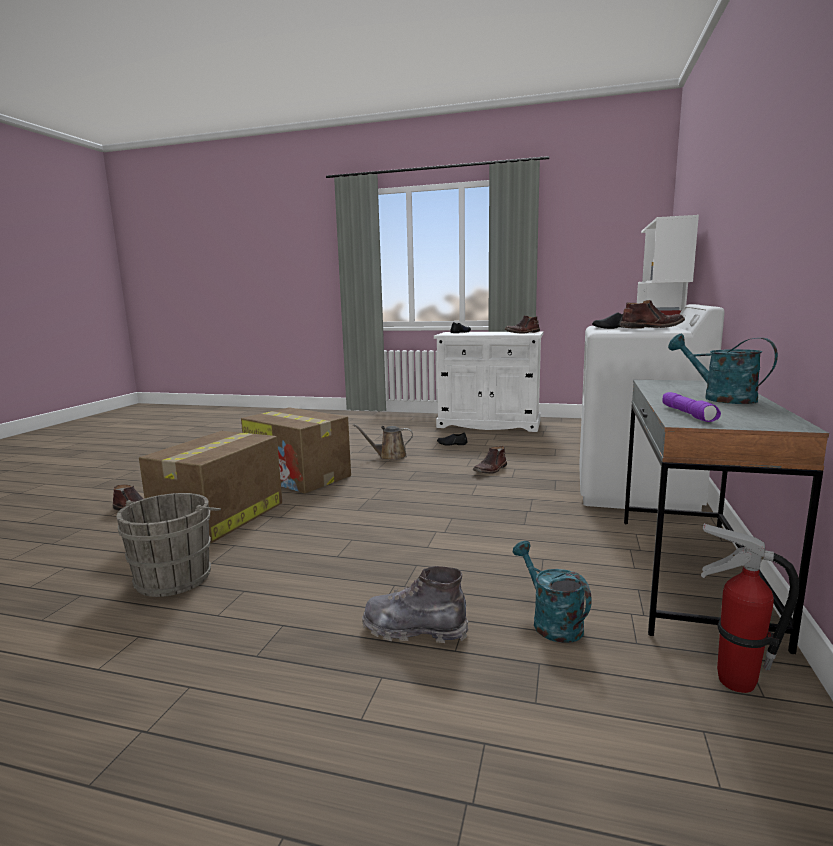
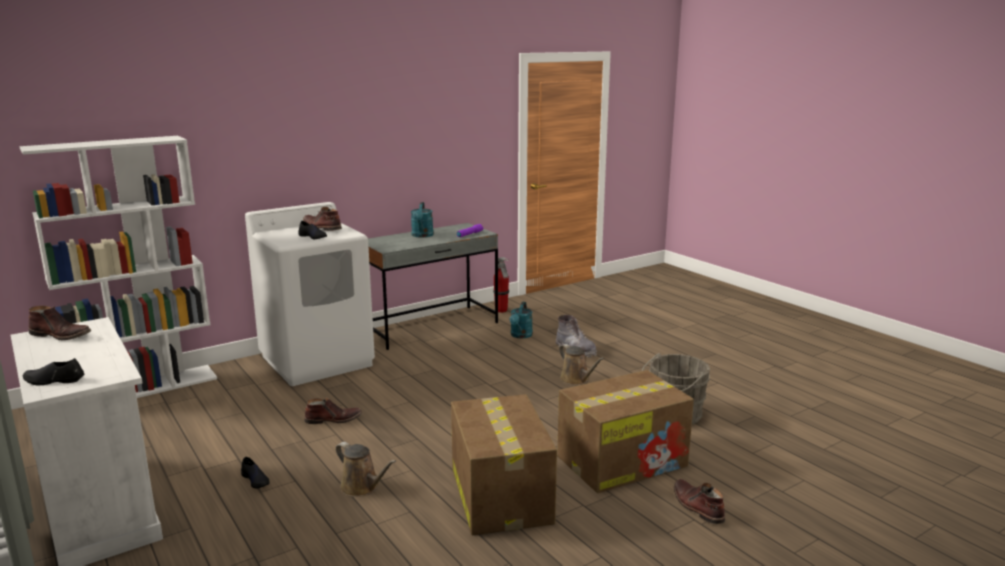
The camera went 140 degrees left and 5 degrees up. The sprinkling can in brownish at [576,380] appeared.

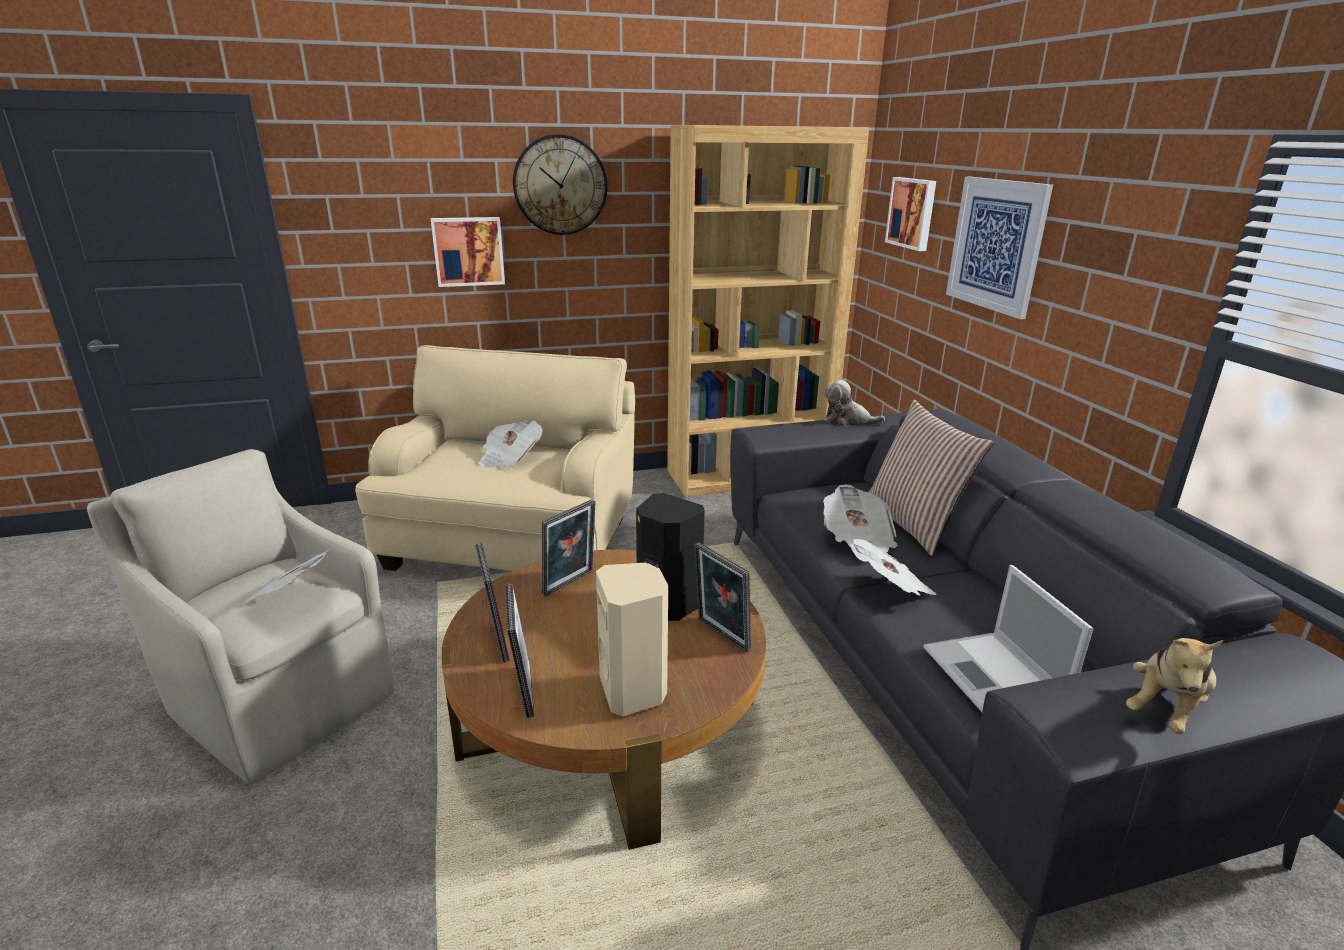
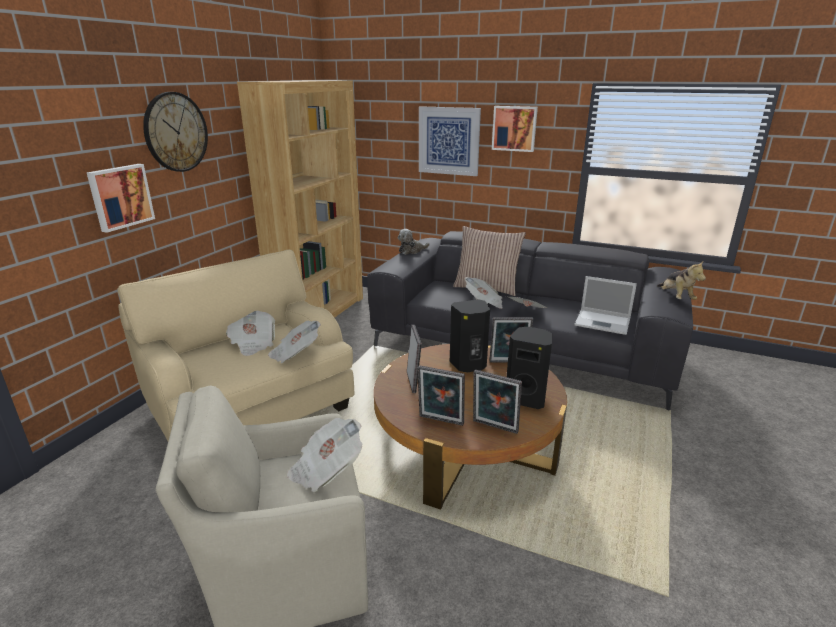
The camera went 50 degrees left and 0 degrees up. The printed paper at [295,353] appeared. The wall picture moved from [912,213] to [514,128]. The loudspeaker in beige-coloured at [634,691] became the loudspeaker in blackish at [526,398].

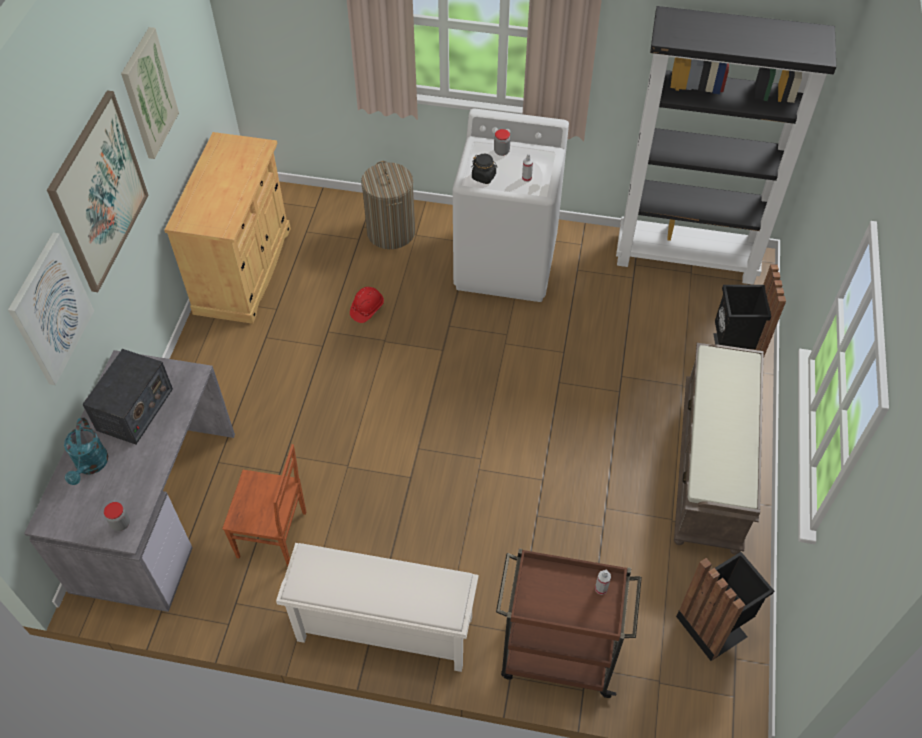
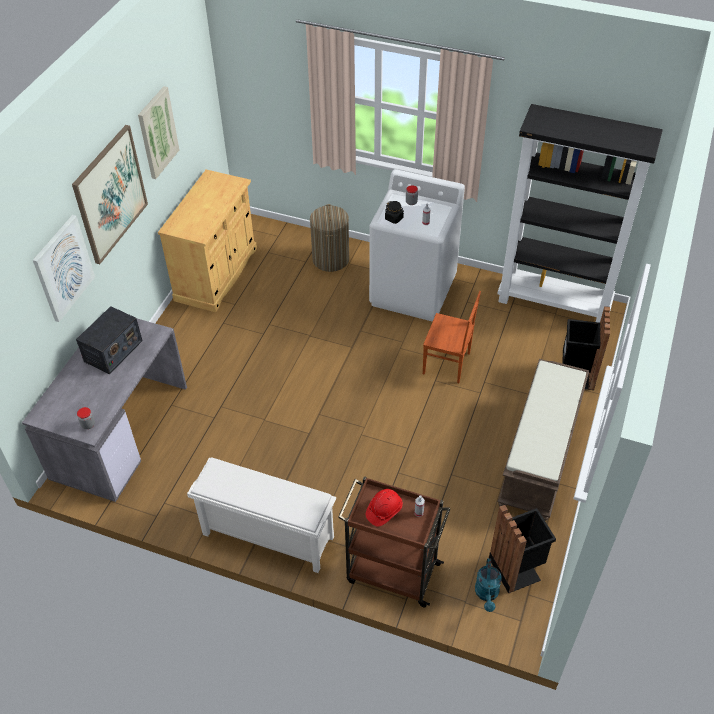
The camera went 10 degrees right and 5 degrees down. The hard hat in red moved from [367,309] to [384,511]. The plain chair in brownish moved from [273,536] to [447,364]. The sprinkling can in blue-green moved from [91,466] to [487,594].

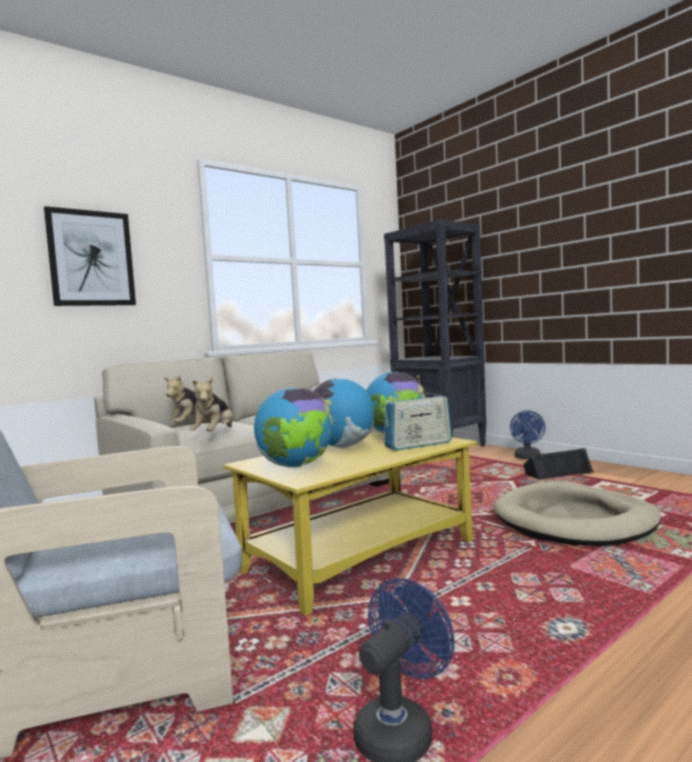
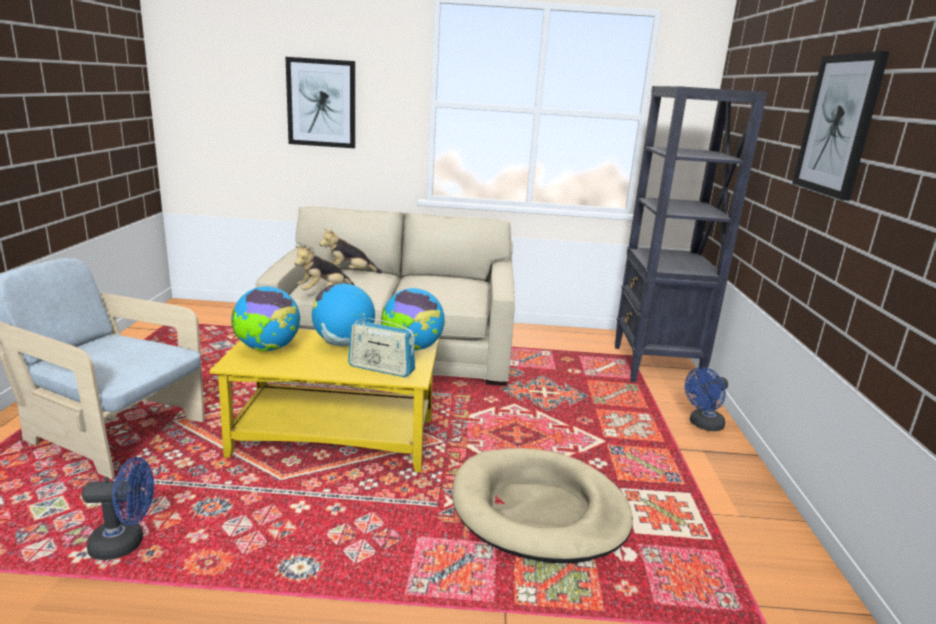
The camera went 40 degrees right and 15 degrees up. The wall picture at [838,125] appeared. The loudspeaker in blackish at [557,473] disappeared.

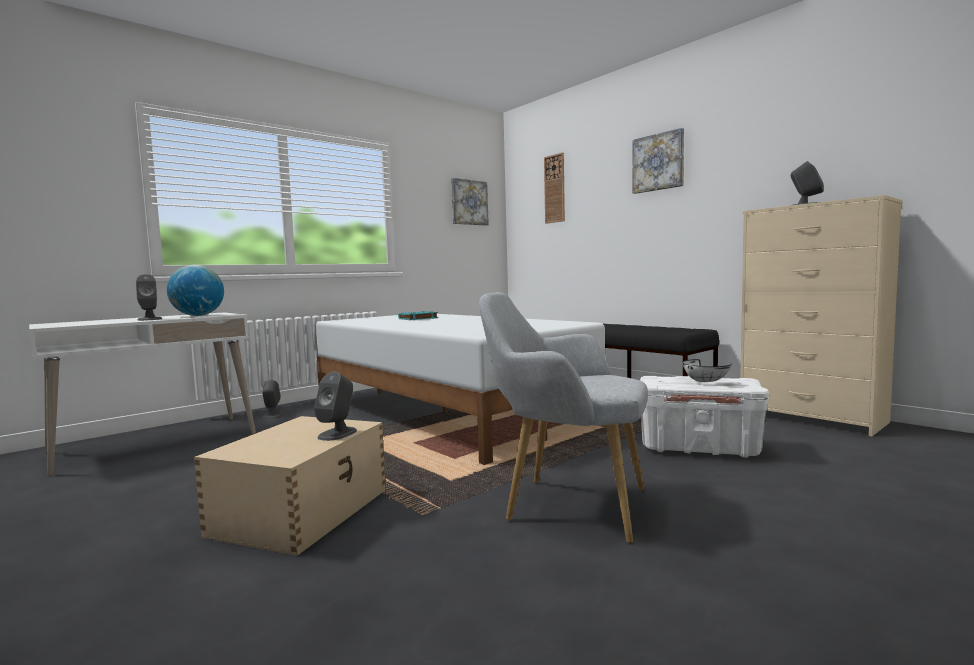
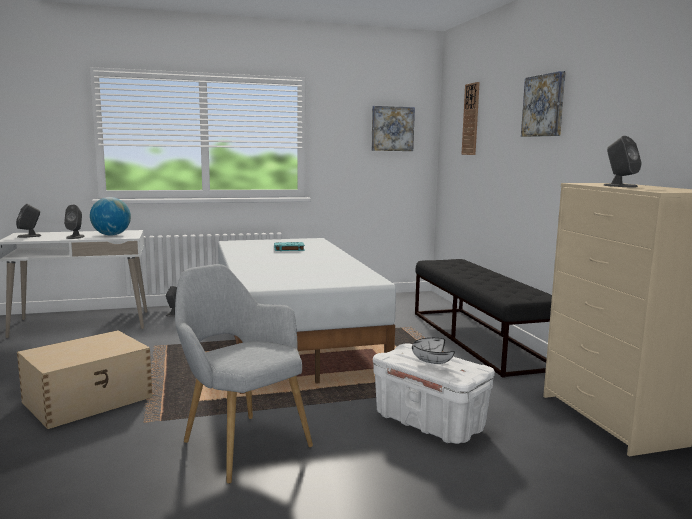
The camera went 25 degrees right and 5 degrees up. The loudspeaker in grey moved from [338,434] to [29,236].

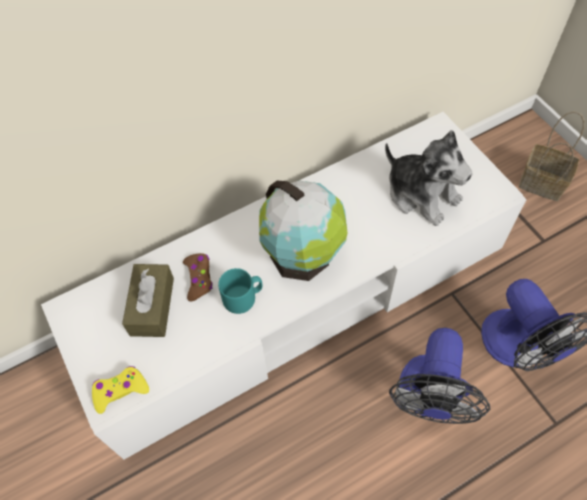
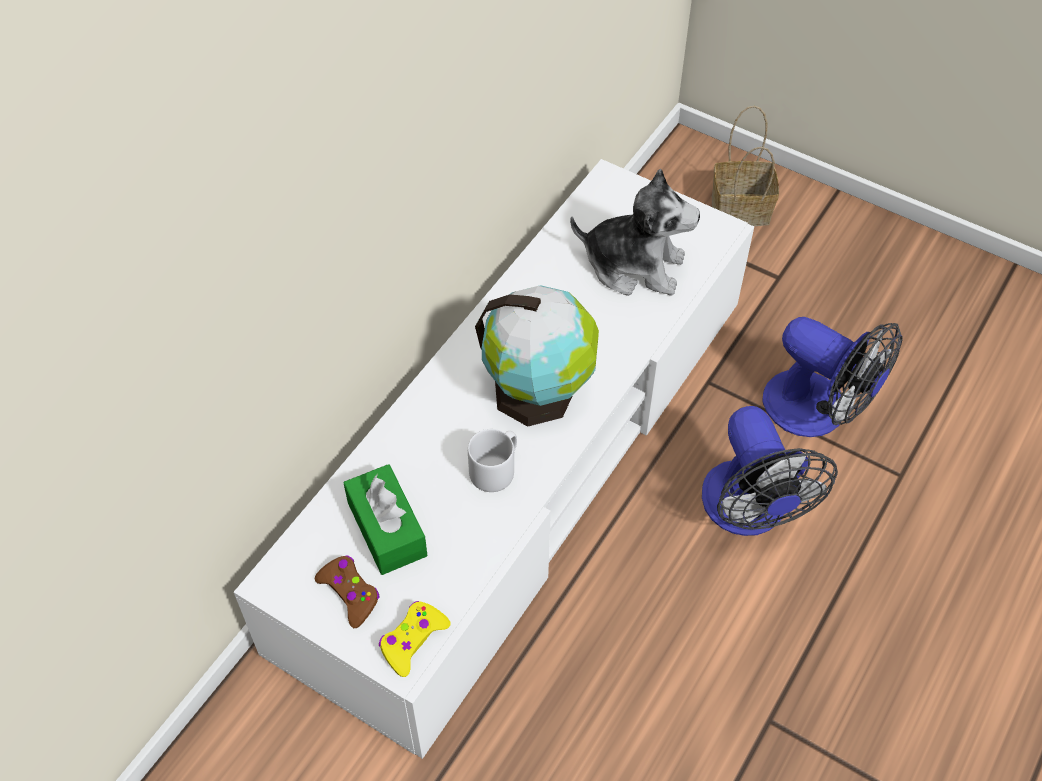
The camera went 30 degrees left and 5 degrees down. The joypad in brownish moved from [199,278] to [350,593]. The tissue box in brownish at [152,306] became the tissue box in green at [387,529]. The coffee mug in blue-green at [243,298] became the coffee mug in white at [496,470].

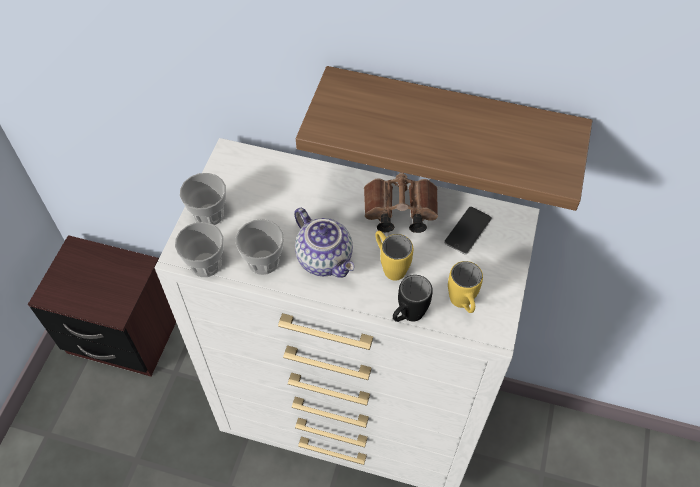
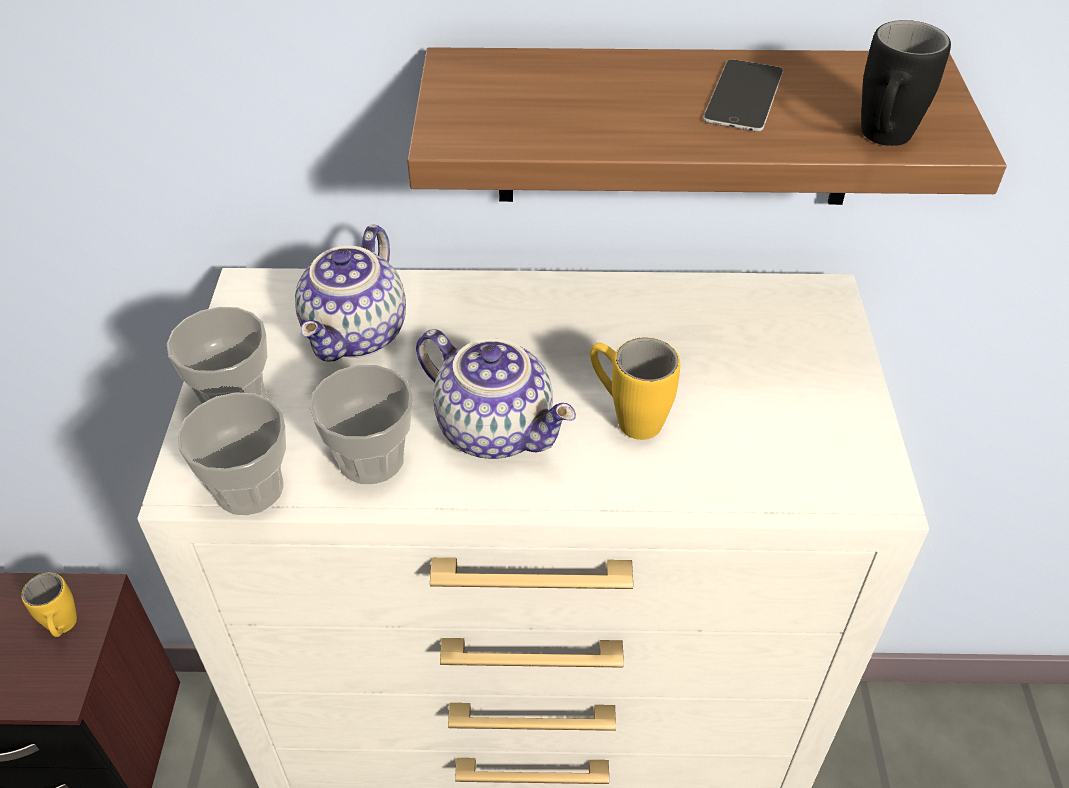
The camera went 15 degrees left and 10 degrees down. The coffee mug in yellow moved from [462,305] to [63,629]. The tea pot at [358,335] appeared. The handset moved from [468,230] to [743,96]. The coffee mug in blackish moved from [407,317] to [882,141]. The field glasses in brownish at [398,212] disappeared.

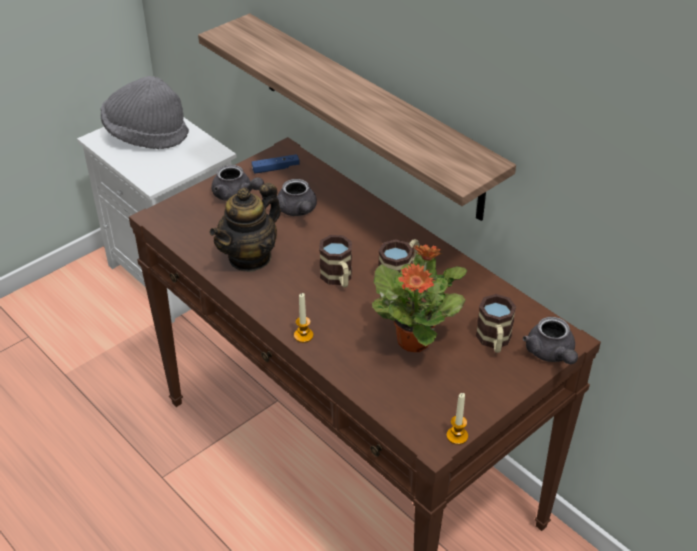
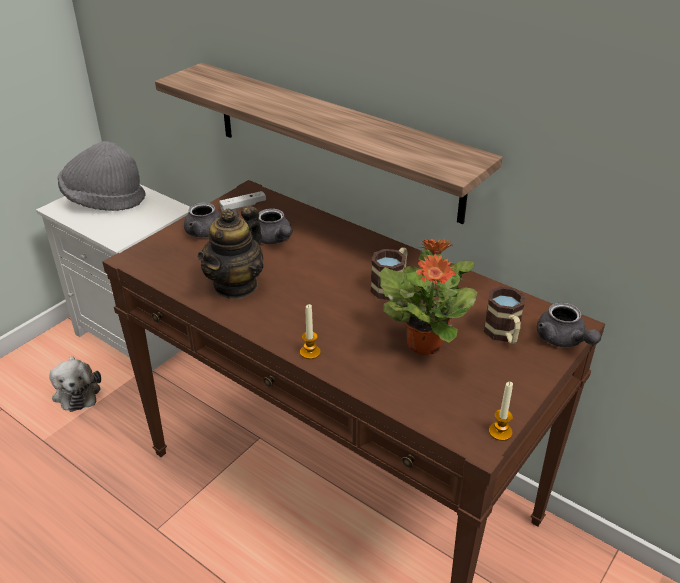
The camera went 10 degrees left and 5 degrees down. The soft toy at [77,391] appeared. The joypad in blue at [275,168] became the joypad in white at [243,206]. The coffee mug at [338,279] disappeared.

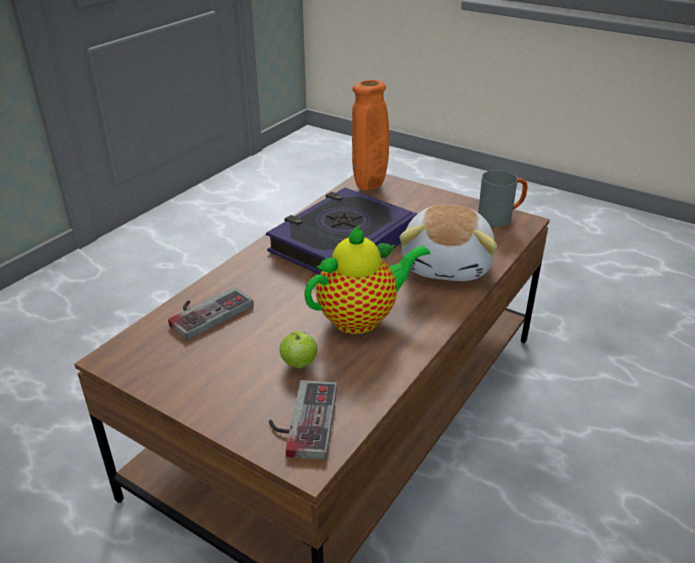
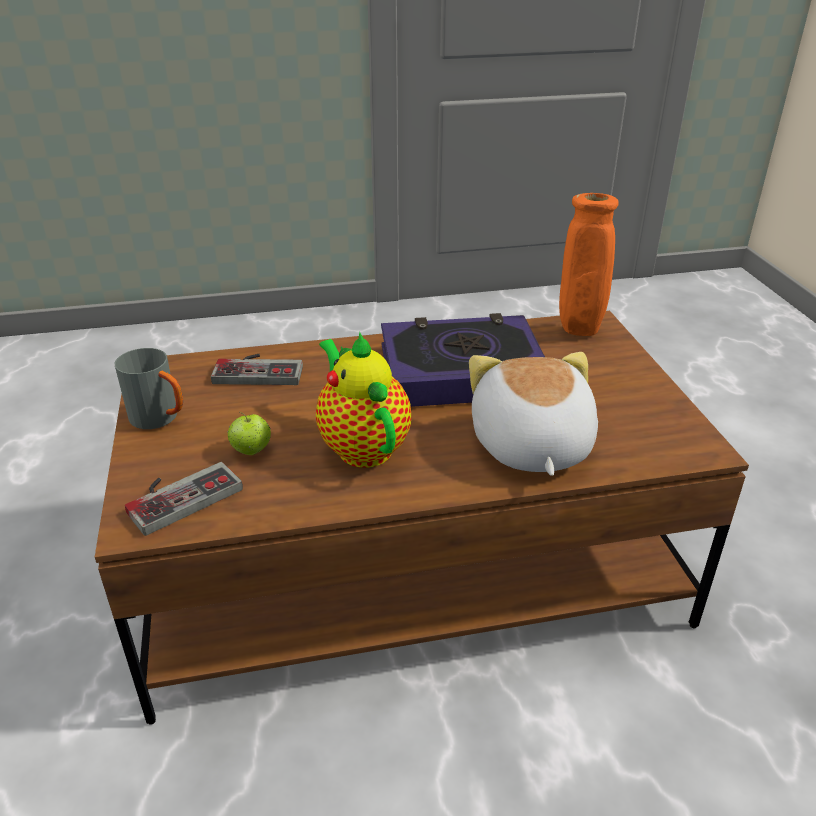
The camera went 45 degrees right and 0 degrees up. The coffee mug in grey moved from [500,218] to [161,419]. The tea pot at [362,318] turned 135 degrees counterclockwise. The soft toy at [448,265] turned 120 degrees clockwise.

